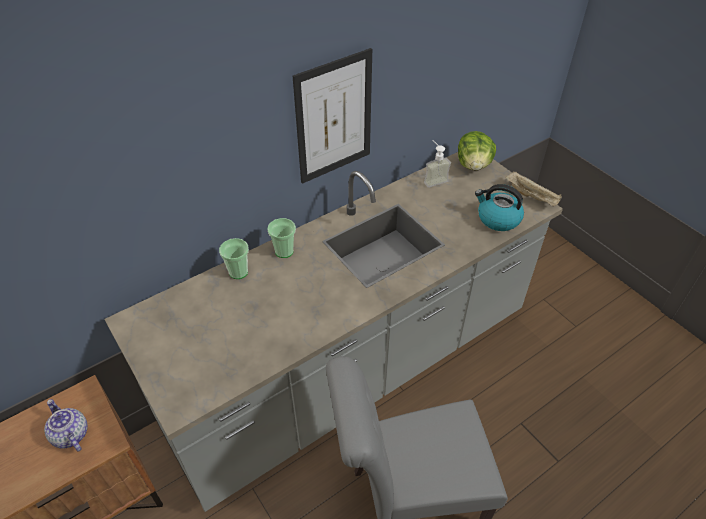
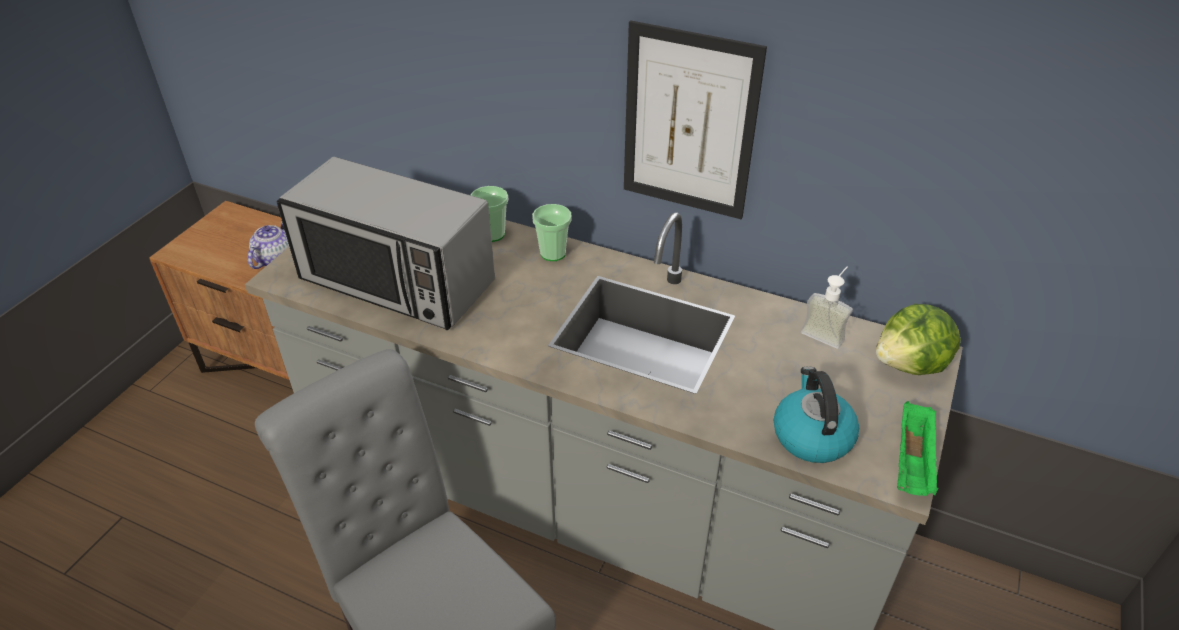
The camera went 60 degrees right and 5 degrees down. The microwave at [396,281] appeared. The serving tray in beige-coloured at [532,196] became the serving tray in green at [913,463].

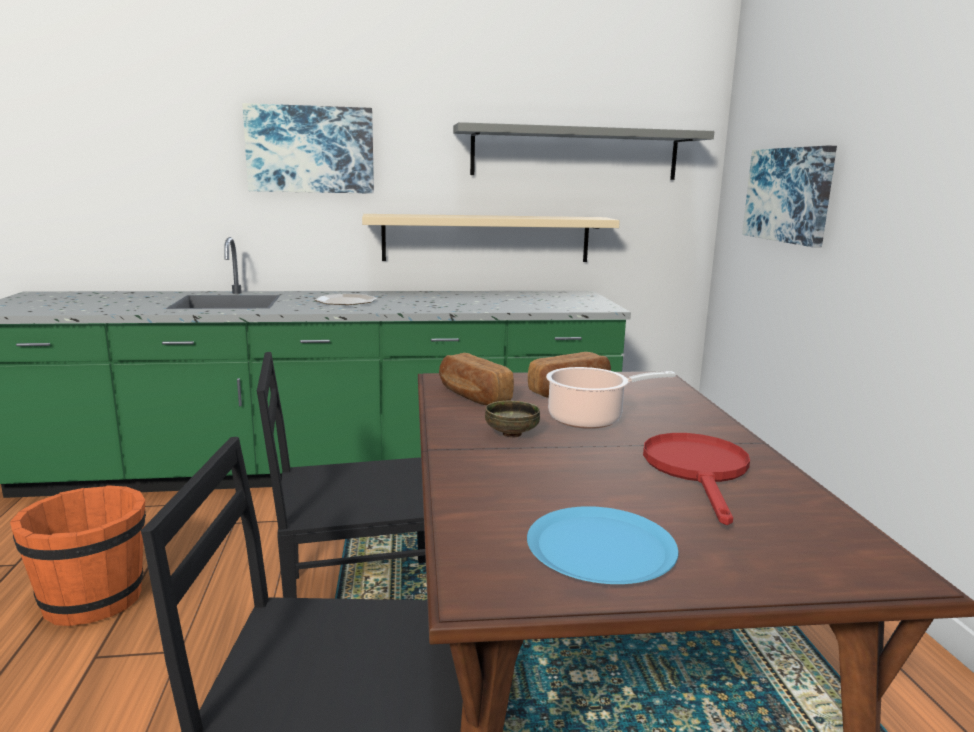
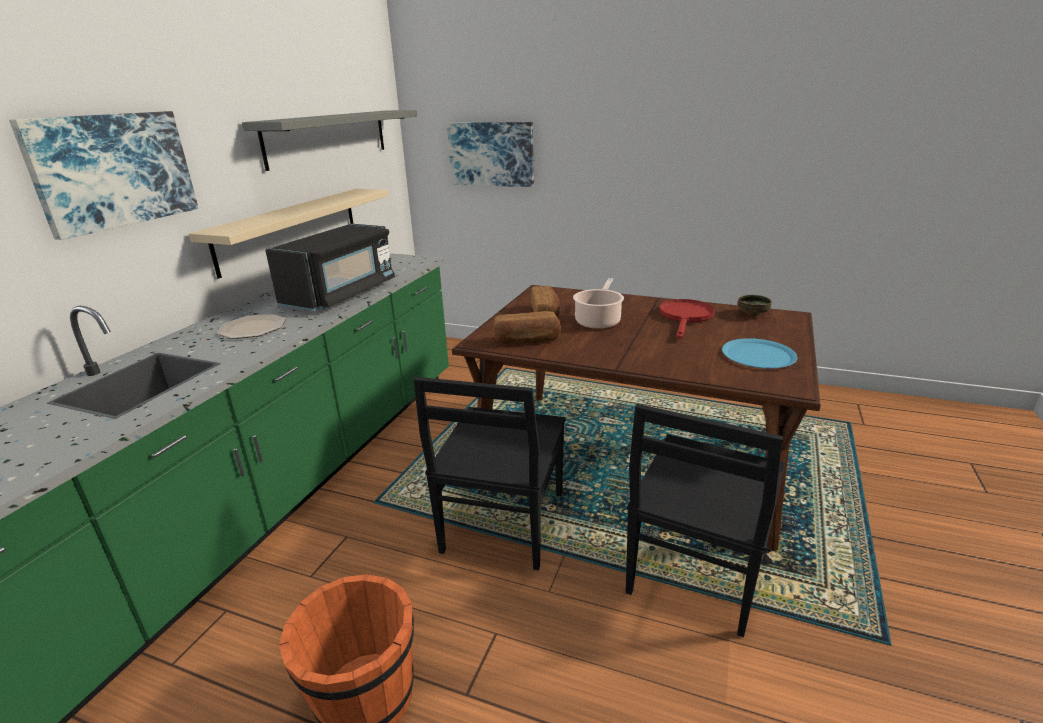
The camera went 60 degrees left and 10 degrees up. The microwave in blackish at [342,294] appeared. The skillet in red at [698,471] turned 75 degrees clockwise. The bowl moved from [511,434] to [753,314].

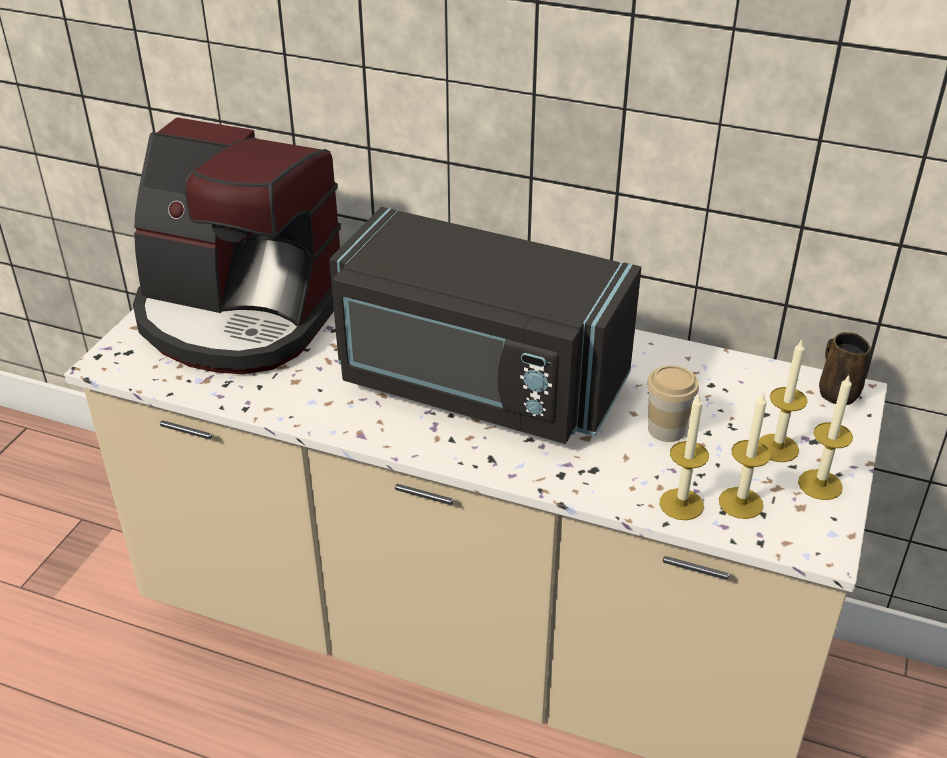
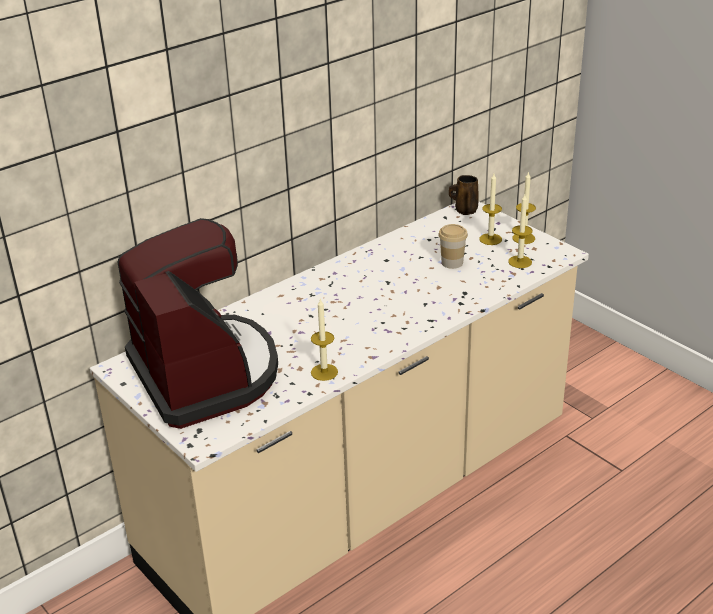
The camera went 60 degrees left and 5 degrees down. The coffee brewer at [240,315] turned 75 degrees counterclockwise. The wax light moved from [681,504] to [324,372]. The microwave in blackish at [477,384] disappeared.

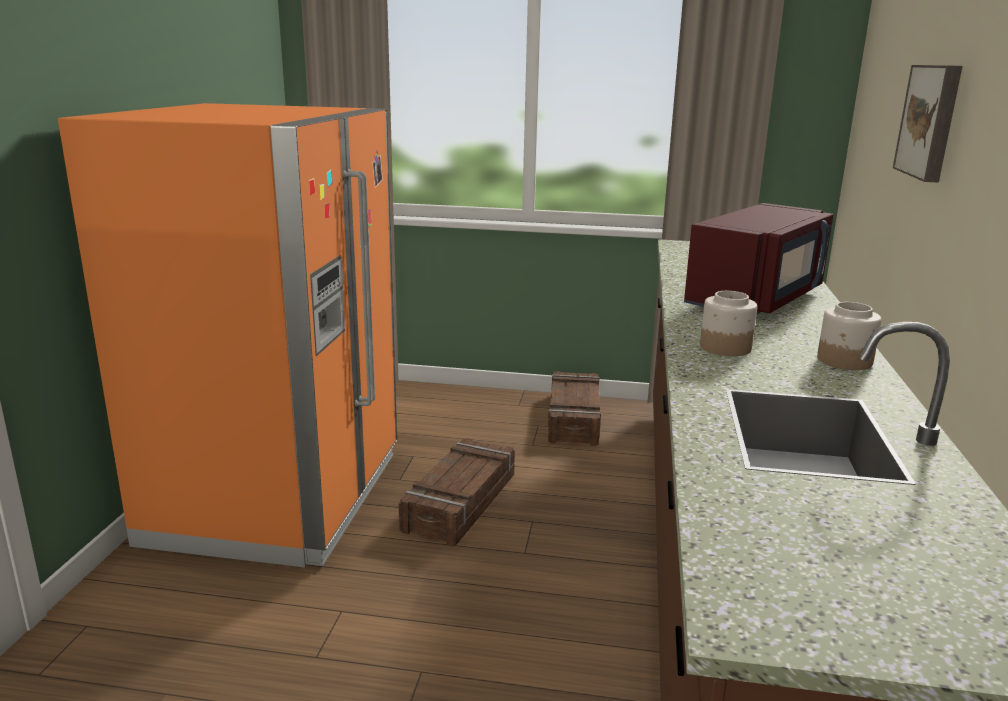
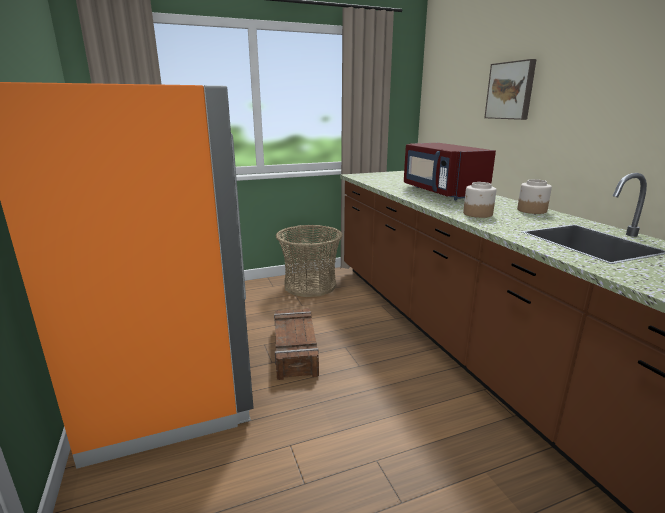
The camera went 30 degrees left and 0 degrees up. The packing crate at [574,418] was replaced by the household basket at [310,285]. The microwave in red at [757,299] turned 150 degrees clockwise.

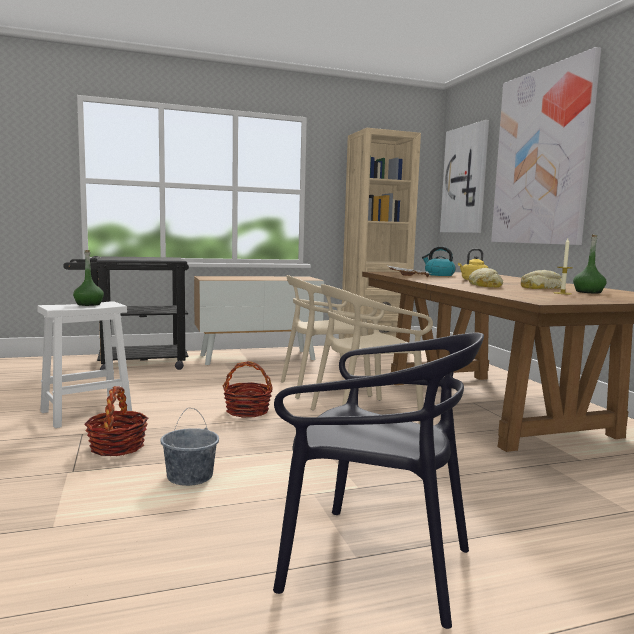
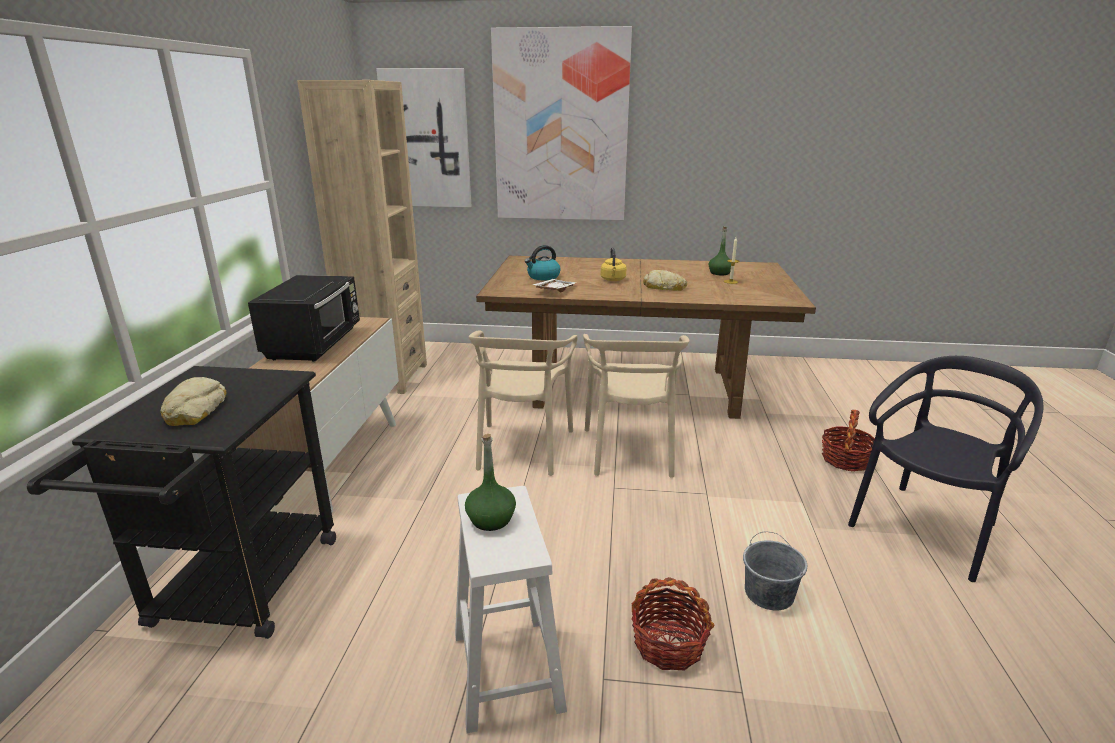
The camera went 65 degrees left and 15 degrees up. The bread moved from [540,287] to [194,410]. The microwave in blackish at [315,344] appeared. The household basket moved from [247,411] to [845,460].

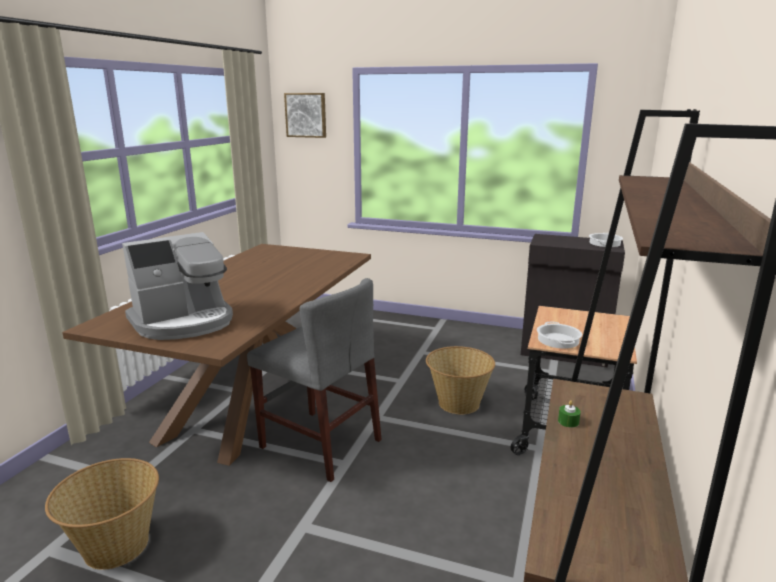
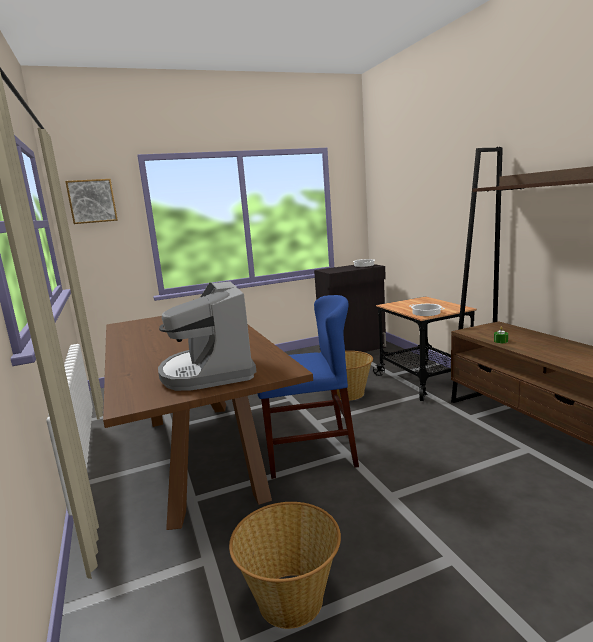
The camera went 40 degrees left and 5 degrees down. The coffee brewer at [184,322] turned 150 degrees clockwise. The plain chair in grey at [320,443] became the plain chair in blue at [309,453].

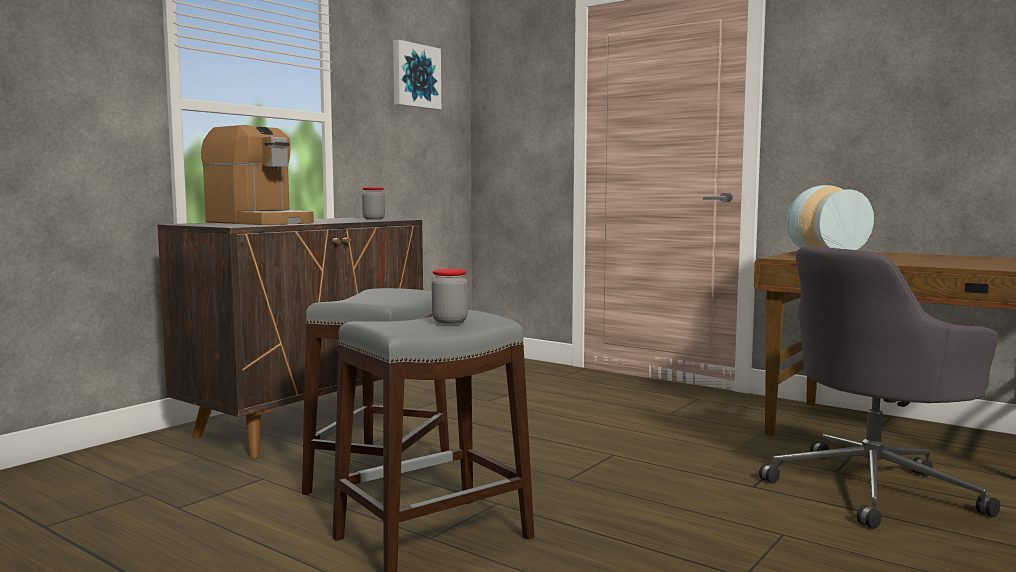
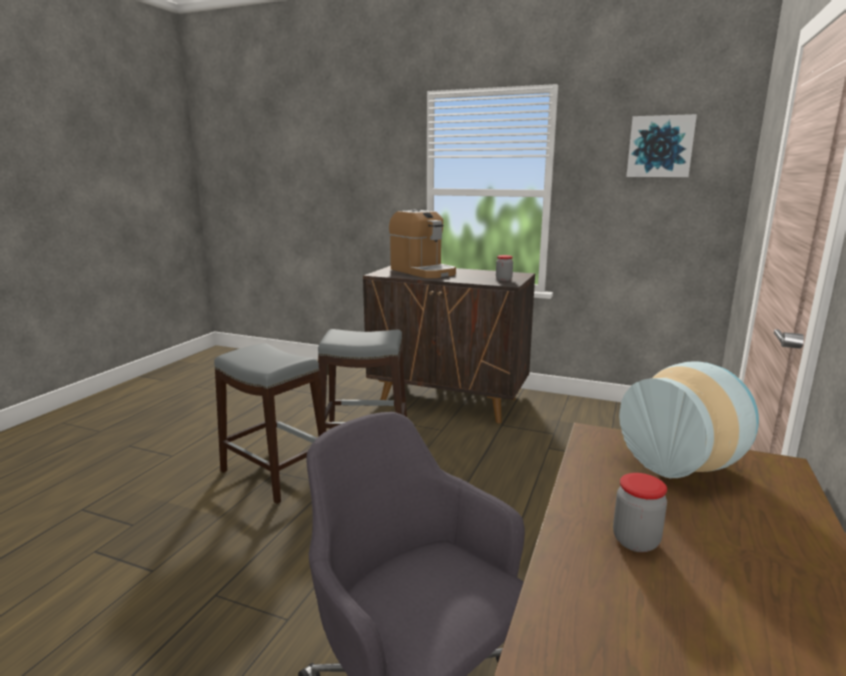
The camera went 75 degrees right and 10 degrees up. The coffee brewer at [260,222] turned 60 degrees counterclockwise. The storage jar moved from [450,321] to [635,541].

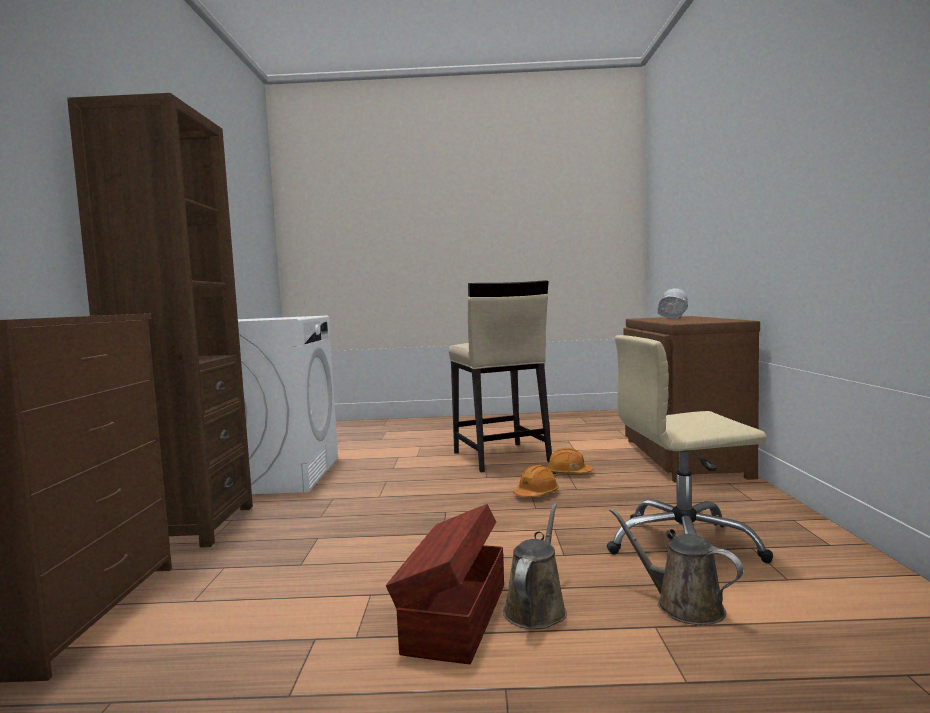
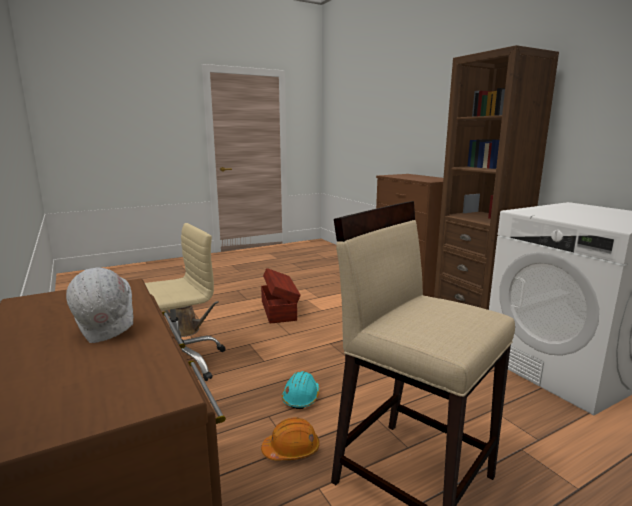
The camera went 150 degrees right and 10 degrees up. The hard hat in orange-coloured at [536,494] became the hard hat in blue-green at [301,397]. The sprinkling can in brownish at [536,608] disappeared.

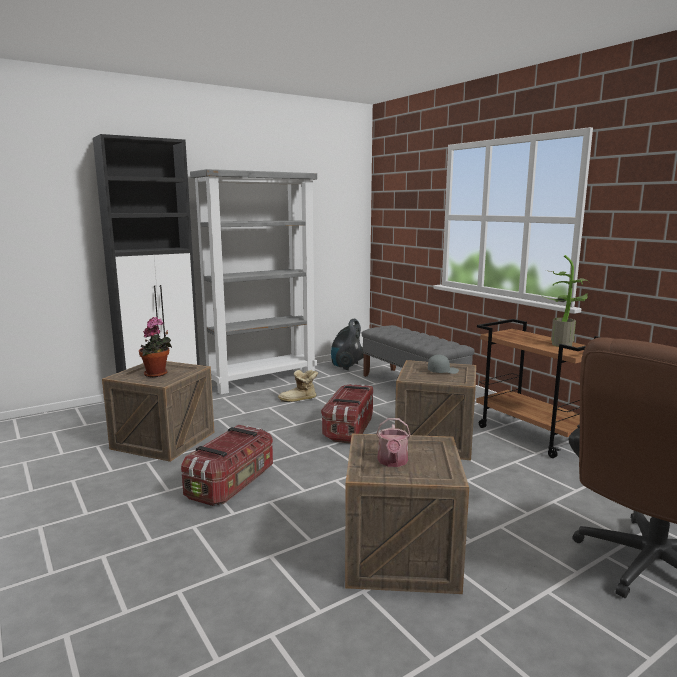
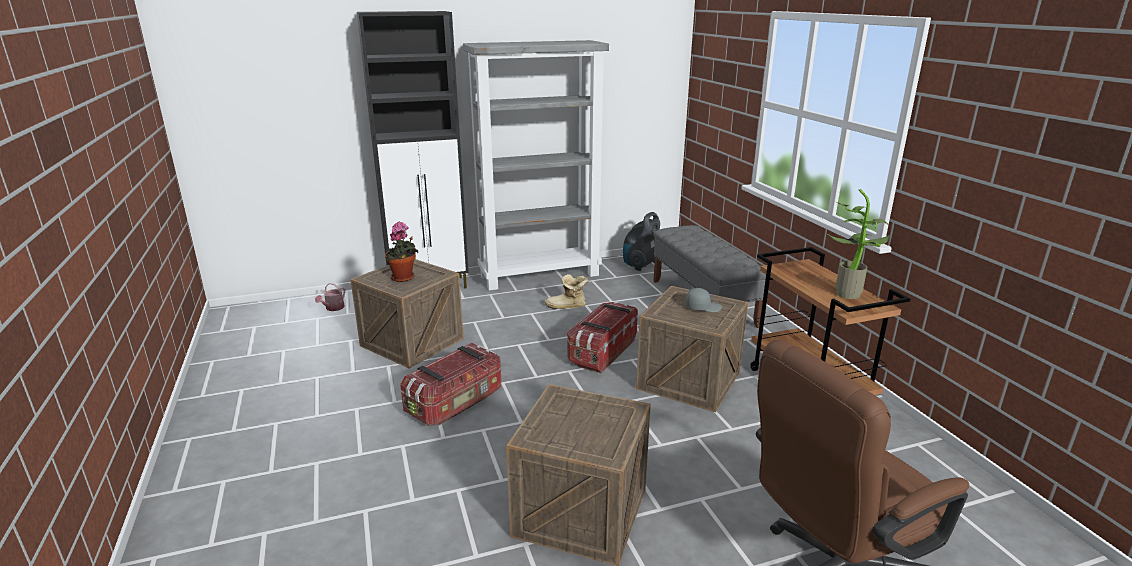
The camera went 15 degrees right and 10 degrees up. The sprinkling can moved from [392,462] to [333,308].

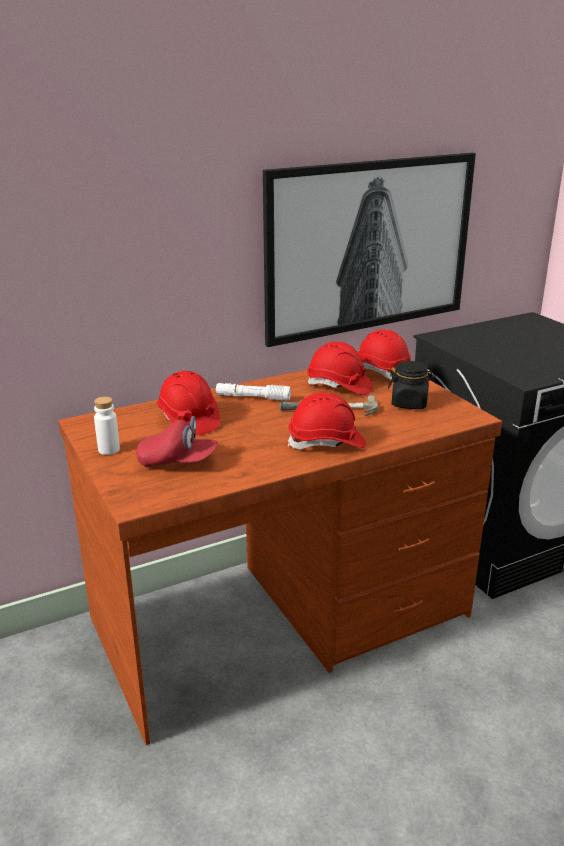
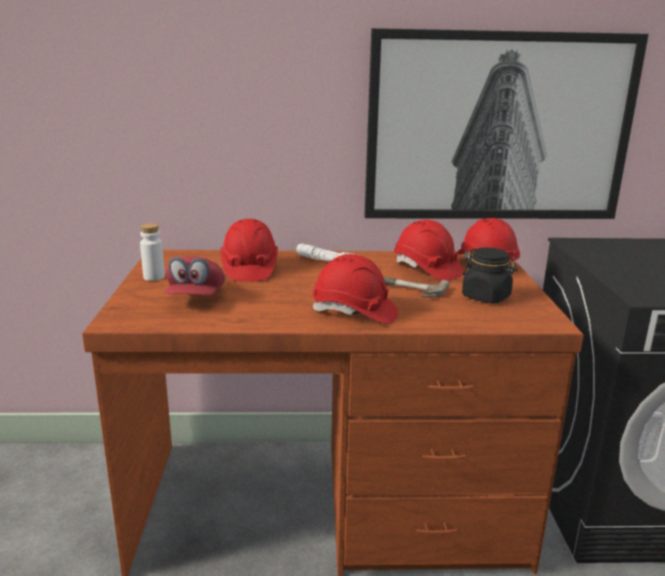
The camera went 25 degrees right and 5 degrees down. The peaked cap in red at [177,462] turned 60 degrees clockwise.

